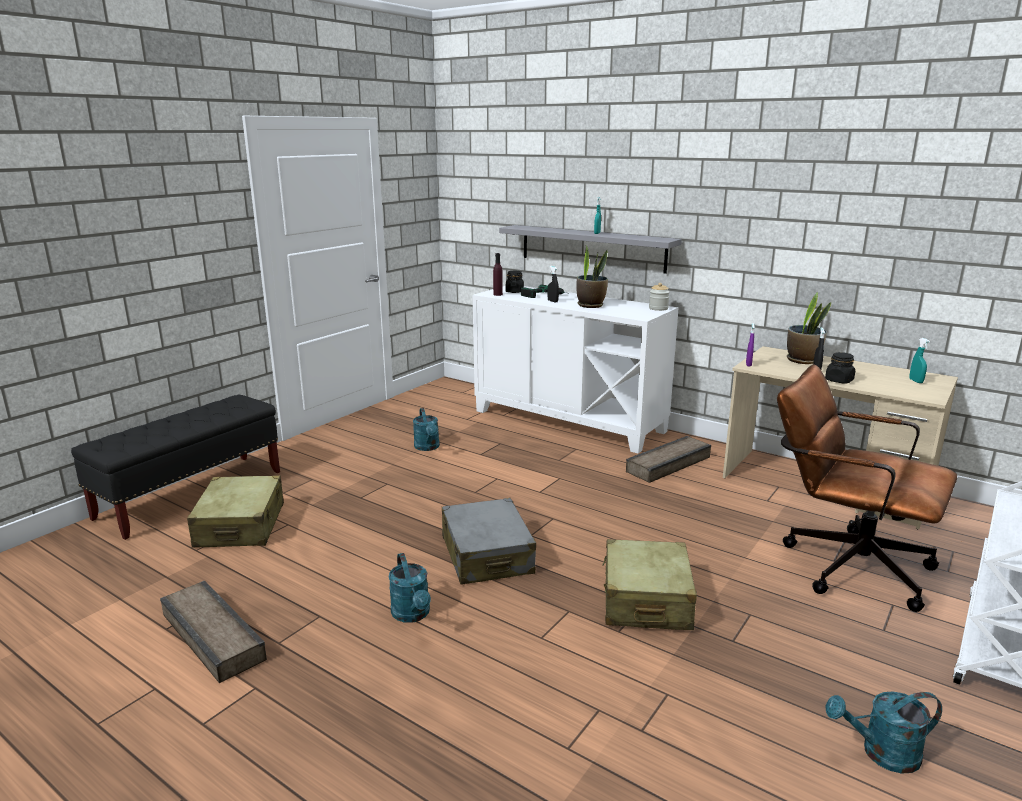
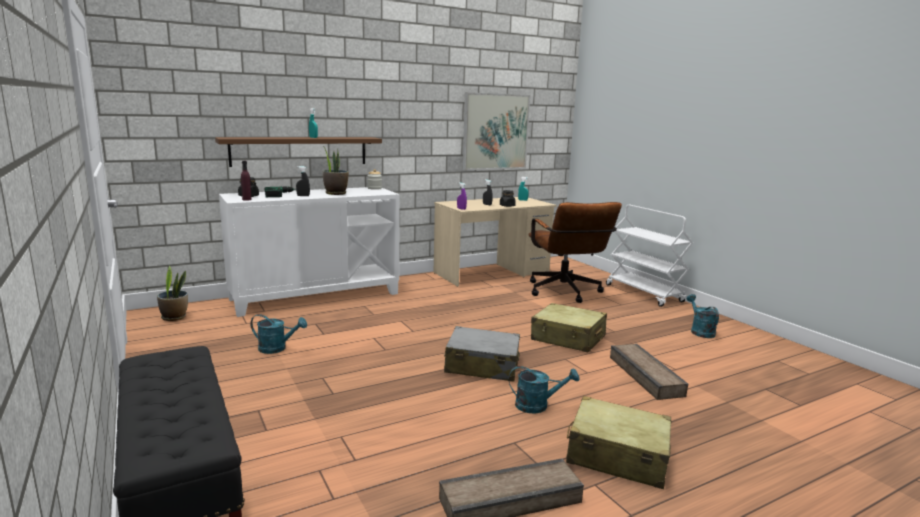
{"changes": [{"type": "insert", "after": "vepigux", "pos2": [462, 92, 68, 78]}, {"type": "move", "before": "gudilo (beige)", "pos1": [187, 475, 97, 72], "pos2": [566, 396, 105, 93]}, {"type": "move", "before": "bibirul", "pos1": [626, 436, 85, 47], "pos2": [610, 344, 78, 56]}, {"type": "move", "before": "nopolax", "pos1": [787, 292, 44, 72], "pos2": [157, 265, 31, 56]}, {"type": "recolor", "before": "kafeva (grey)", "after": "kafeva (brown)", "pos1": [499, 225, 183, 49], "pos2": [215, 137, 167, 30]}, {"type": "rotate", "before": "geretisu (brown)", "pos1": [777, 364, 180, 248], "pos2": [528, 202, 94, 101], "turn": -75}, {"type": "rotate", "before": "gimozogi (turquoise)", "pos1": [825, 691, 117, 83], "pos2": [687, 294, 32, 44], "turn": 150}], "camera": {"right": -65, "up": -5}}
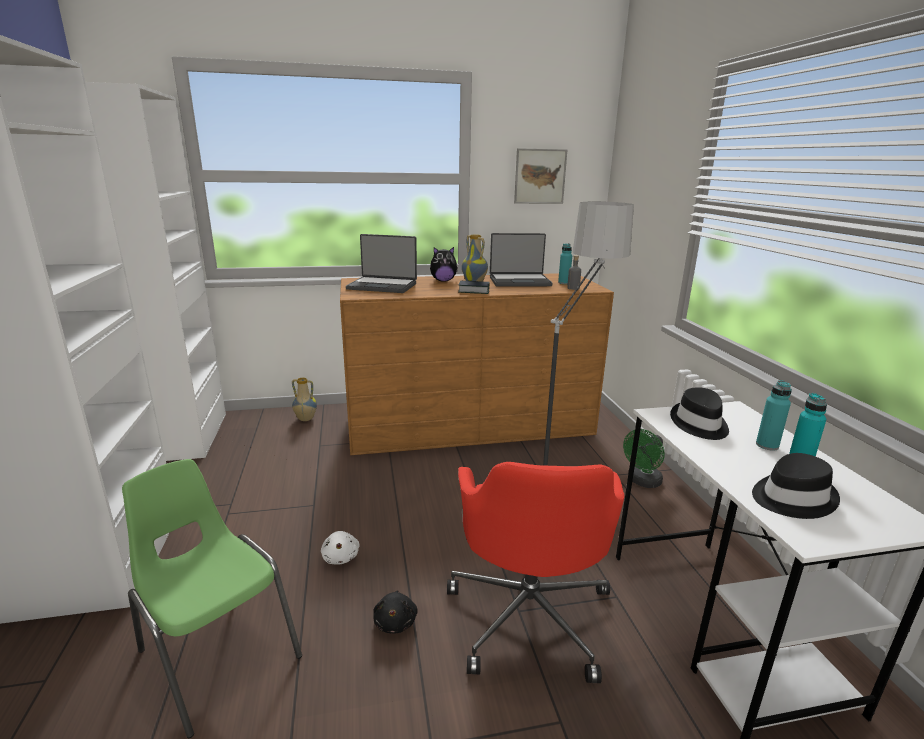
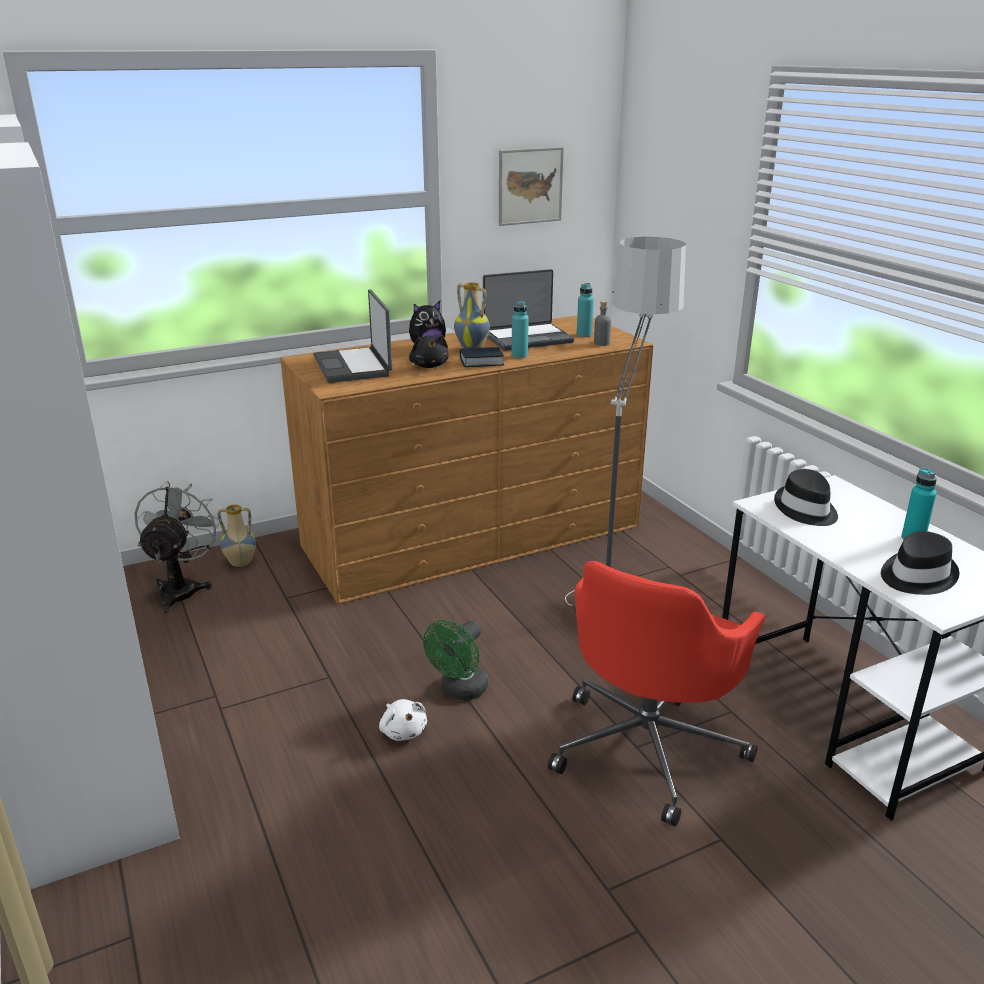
{"changes": [{"type": "delete", "before": "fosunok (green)", "pos1": [122, 459, 180, 279]}, {"type": "insert", "after": "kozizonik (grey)", "pos2": [134, 481, 88, 132]}, {"type": "move", "before": "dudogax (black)", "pos1": [373, 590, 45, 44], "pos2": [409, 335, 40, 33]}, {"type": "move", "before": "kozizonik (green)", "pos1": [623, 429, 42, 59], "pos2": [423, 620, 65, 81]}, {"type": "move", "before": "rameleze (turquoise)", "pos1": [756, 380, 36, 71], "pos2": [511, 301, 18, 58]}, {"type": "rotate", "before": "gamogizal", "pos1": [346, 234, 71, 59], "pos2": [313, 289, 79, 94], "turn": 75}, {"type": "rotate", "before": "geretisu (red)", "pos1": [447, 462, 177, 221], "pos2": [548, 561, 218, 266], "turn": 45}], "camera": {"right": -15, "up": 5}}
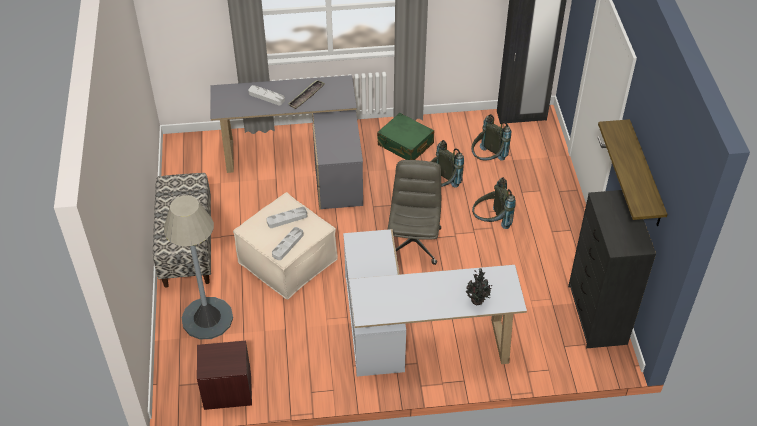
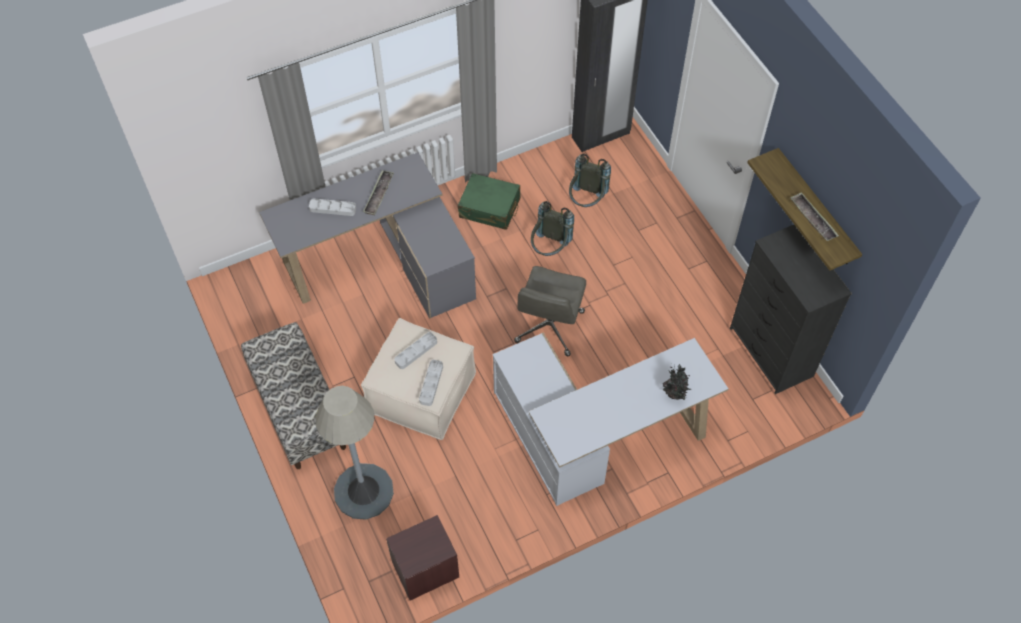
{"changes": [{"type": "delete", "before": "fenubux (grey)", "pos1": [472, 177, 44, 52]}, {"type": "insert", "after": "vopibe", "pos2": [790, 192, 49, 49]}, {"type": "rotate", "before": "geretisu (grey)", "pos1": [387, 160, 54, 105], "pos2": [514, 266, 72, 91], "turn": -150}], "camera": {"right": -20, "up": 10}}
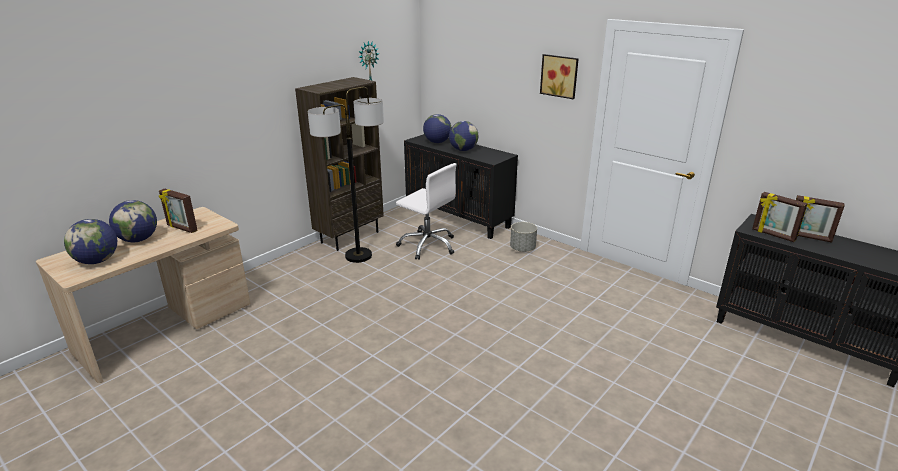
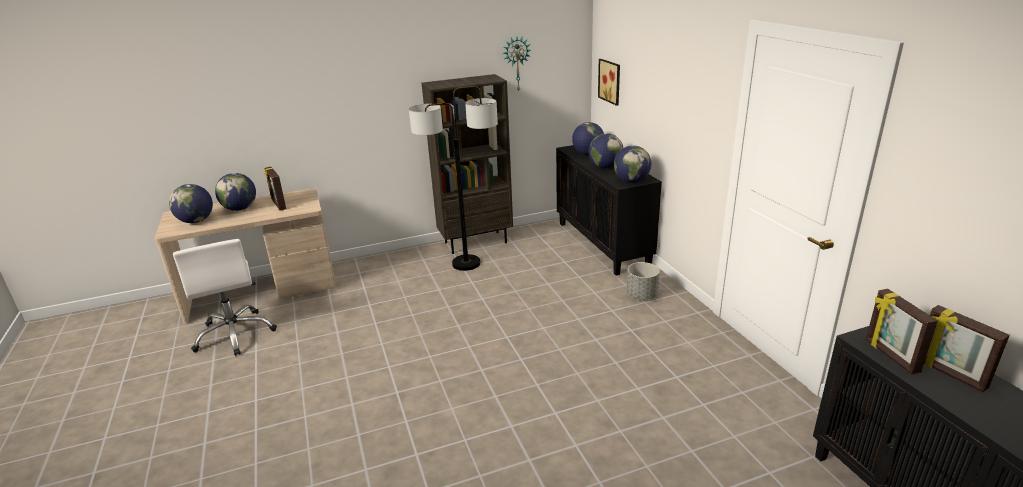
{"changes": [{"type": "insert", "after": "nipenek", "pos2": [614, 145, 37, 38]}, {"type": "move", "before": "geretisu (white)", "pos1": [396, 163, 60, 97], "pos2": [173, 239, 104, 117]}, {"type": "move", "before": "vepigux", "pos1": [540, 54, 39, 45], "pos2": [598, 59, 22, 47]}], "camera": {"right": 30, "up": 0}}
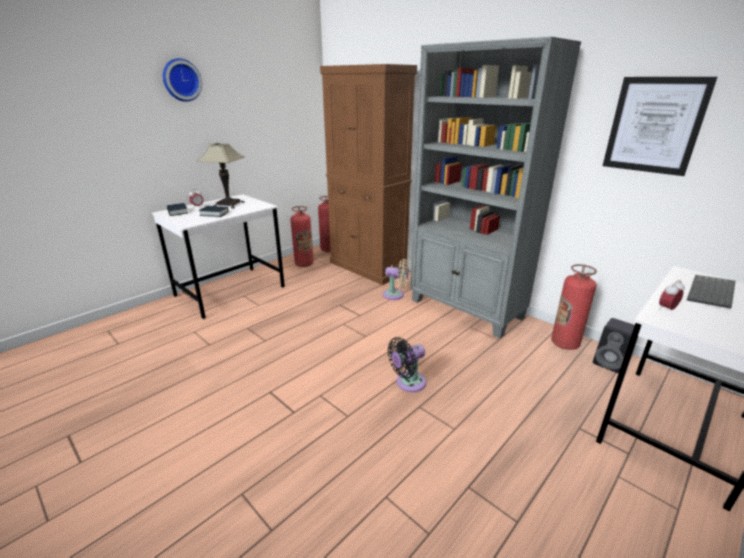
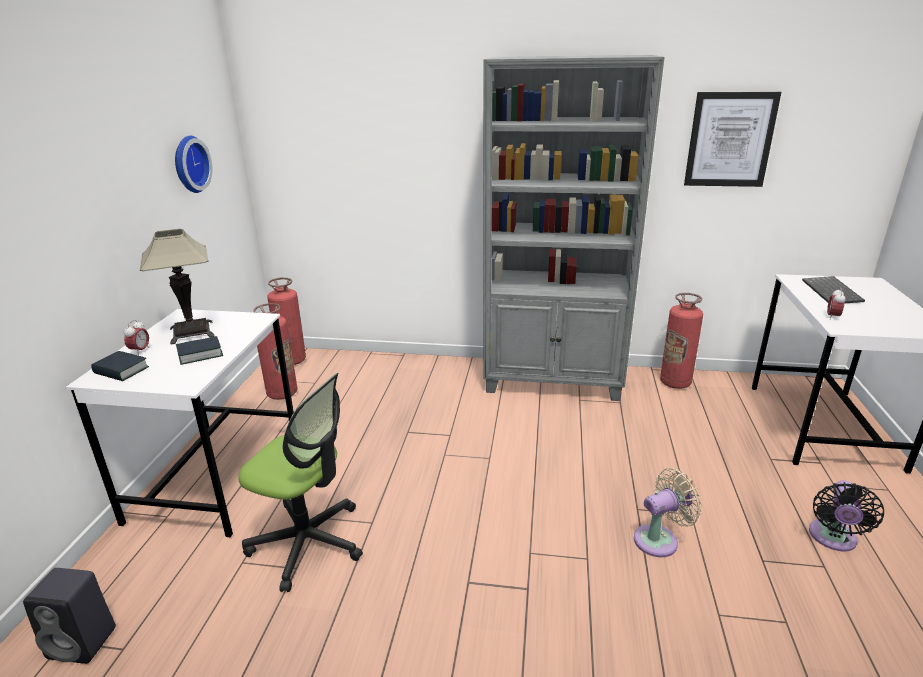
{"changes": [{"type": "delete", "before": "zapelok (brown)", "pos1": [320, 64, 97, 221]}, {"type": "insert", "after": "geretisu", "pos2": [238, 373, 125, 219]}, {"type": "move", "before": "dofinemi", "pos1": [163, 58, 39, 44], "pos2": [175, 136, 37, 57]}, {"type": "move", "before": "kozizonik (beige)", "pos1": [383, 259, 26, 41], "pos2": [634, 468, 68, 89]}, {"type": "move", "before": "kozizonik (black)", "pos1": [388, 337, 38, 55], "pos2": [809, 481, 75, 71]}, {"type": "move", "before": "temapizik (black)", "pos1": [593, 318, 42, 56], "pos2": [23, 568, 93, 96]}], "camera": {"right": -35, "up": 0}}
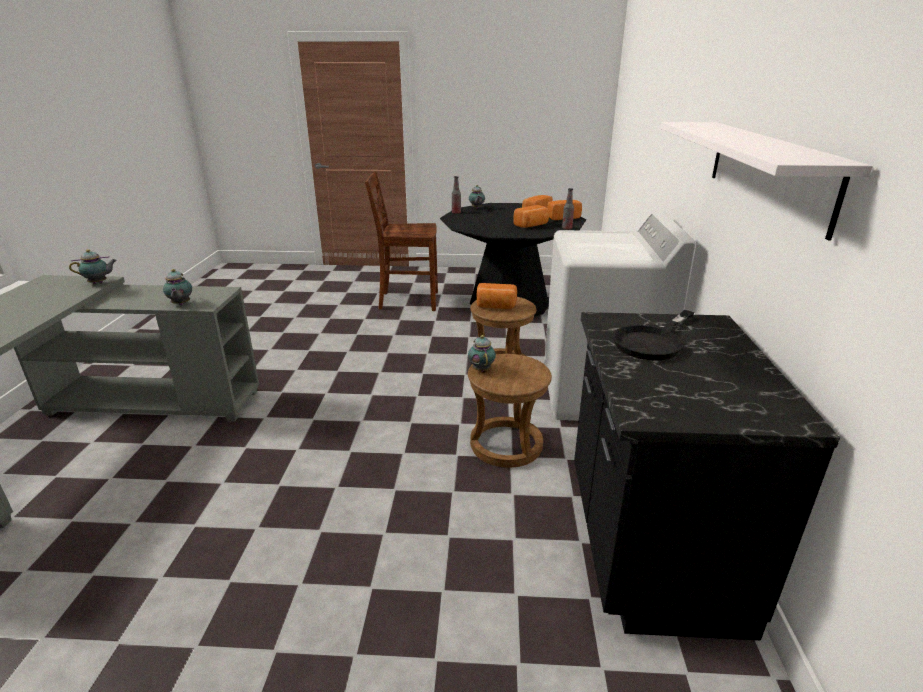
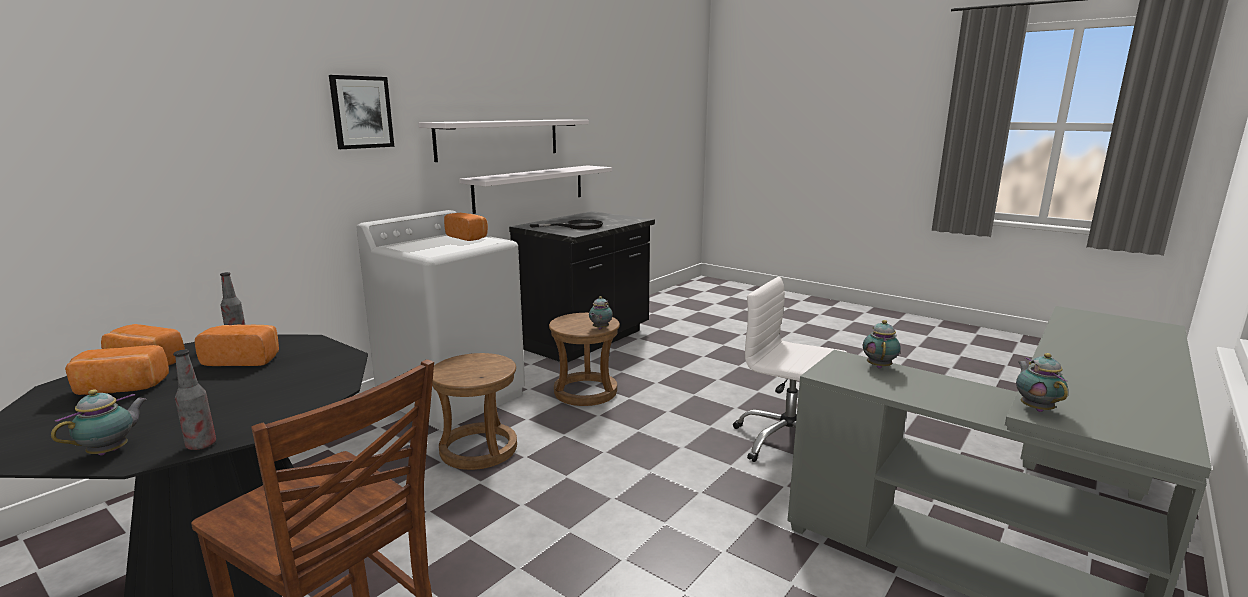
{"changes": [{"type": "insert", "after": "vepigux", "pos2": [329, 75, 65, 74]}, {"type": "insert", "after": "kafeva (white)", "pos2": [459, 165, 153, 49]}, {"type": "insert", "after": "geretisu (white)", "pos2": [733, 277, 114, 185]}, {"type": "move", "before": "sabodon", "pos1": [476, 283, 41, 26], "pos2": [444, 213, 44, 28]}, {"type": "rotate", "before": "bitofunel", "pos1": [69, 249, 48, 35], "pos2": [1016, 353, 52, 59], "turn": 75}], "camera": {"right": -145, "up": -10}}
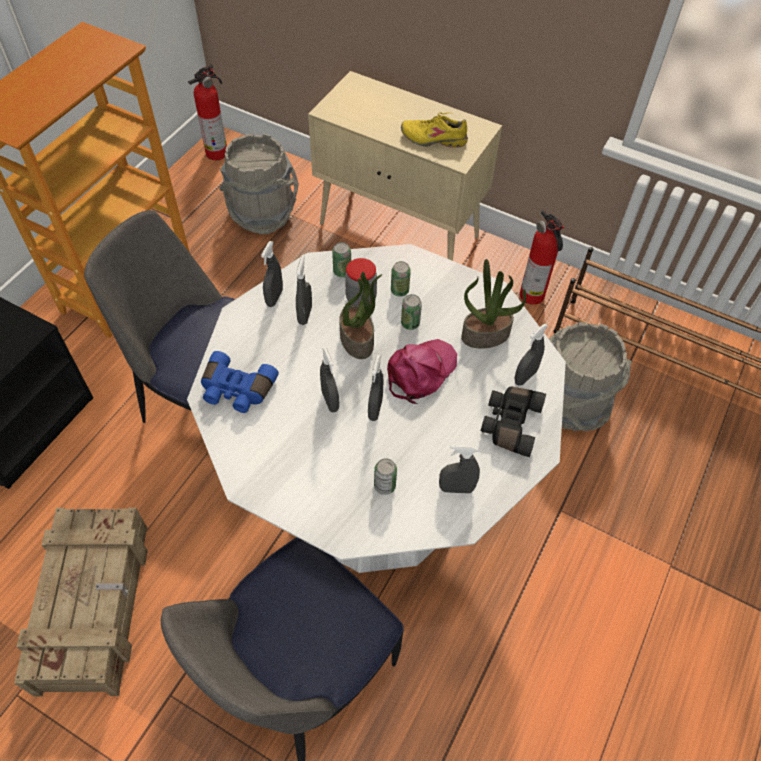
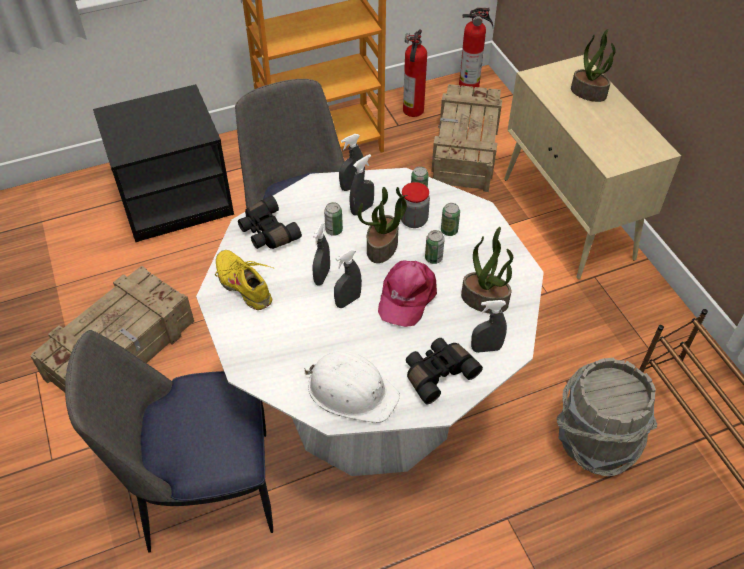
{"changes": [{"type": "insert", "after": "nopolax", "pos2": [571, 29, 45, 73]}, {"type": "move", "before": "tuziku", "pos1": [374, 458, 23, 37], "pos2": [324, 202, 19, 34]}, {"type": "move", "before": "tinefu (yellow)", "pos1": [401, 112, 67, 36], "pos2": [215, 250, 60, 60]}, {"type": "move", "before": "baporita", "pos1": [520, 210, 45, 95], "pos2": [403, 29, 24, 88]}, {"type": "replace", "before": "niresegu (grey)", "after": "bibirul", "pos1": [219, 133, 80, 101], "pos2": [431, 84, 71, 108]}, {"type": "replace", "before": "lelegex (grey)", "after": "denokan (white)", "pos1": [439, 445, 41, 49], "pos2": [304, 351, 96, 72]}, {"type": "recolor", "before": "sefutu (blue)", "after": "sefutu (black)", "pos1": [201, 351, 78, 62], "pos2": [238, 196, 64, 53]}, {"type": "rotate", "before": "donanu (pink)", "pos1": [387, 339, 70, 65], "pos2": [378, 260, 59, 67], "turn": 120}], "camera": {"right": 40, "up": -5}}
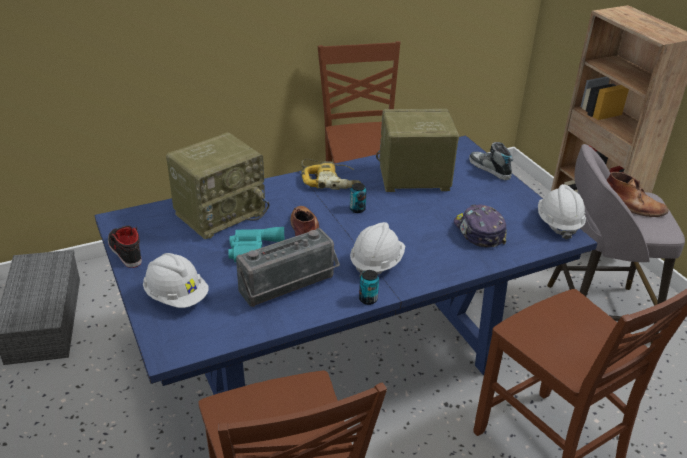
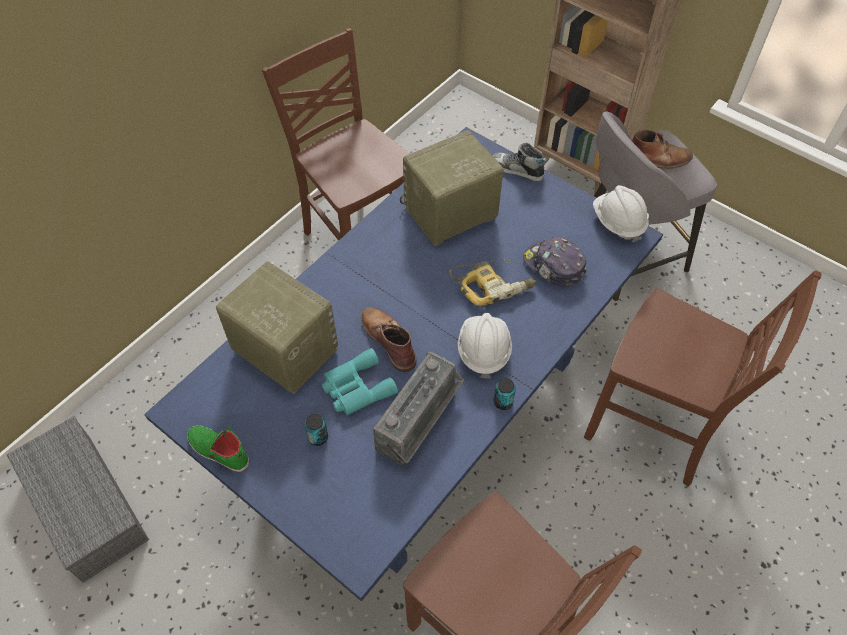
{"changes": [{"type": "delete", "before": "denokan (white)", "pos1": [143, 253, 66, 55]}, {"type": "move", "before": "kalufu", "pos1": [301, 158, 60, 32], "pos2": [449, 259, 87, 47]}, {"type": "move", "before": "tuziku", "pos1": [350, 183, 17, 30], "pos2": [305, 414, 23, 32]}, {"type": "recolor", "before": "tinefu (black)", "after": "tinefu (green)", "pos1": [108, 226, 34, 42], "pos2": [187, 425, 62, 47]}, {"type": "rotate", "before": "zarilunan", "pos1": [166, 132, 104, 107], "pos2": [216, 261, 122, 133], "turn": -75}], "camera": {"right": -25, "up": 20}}
